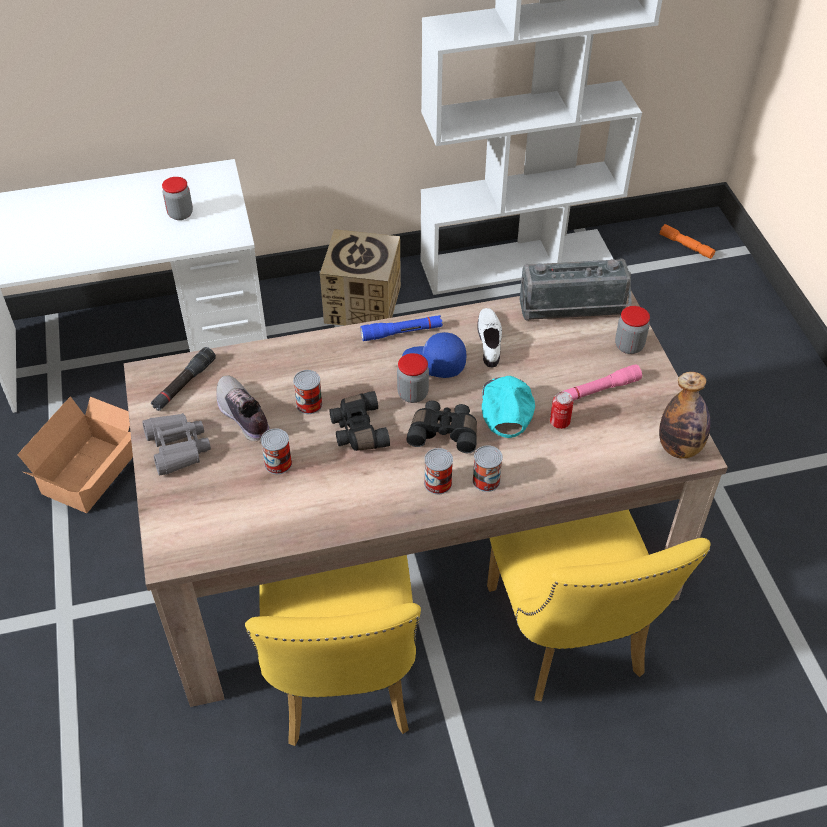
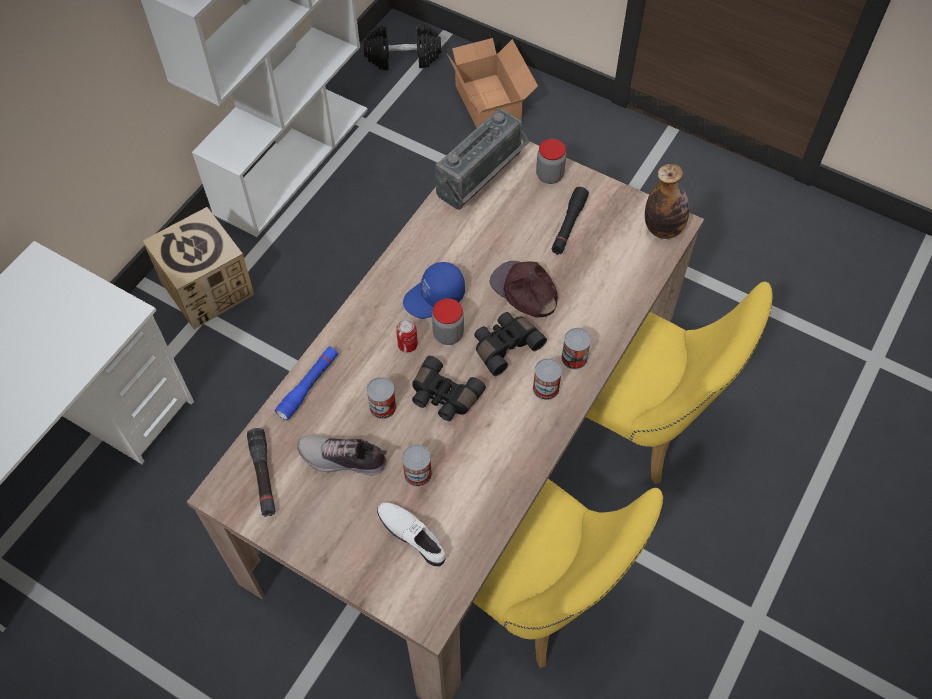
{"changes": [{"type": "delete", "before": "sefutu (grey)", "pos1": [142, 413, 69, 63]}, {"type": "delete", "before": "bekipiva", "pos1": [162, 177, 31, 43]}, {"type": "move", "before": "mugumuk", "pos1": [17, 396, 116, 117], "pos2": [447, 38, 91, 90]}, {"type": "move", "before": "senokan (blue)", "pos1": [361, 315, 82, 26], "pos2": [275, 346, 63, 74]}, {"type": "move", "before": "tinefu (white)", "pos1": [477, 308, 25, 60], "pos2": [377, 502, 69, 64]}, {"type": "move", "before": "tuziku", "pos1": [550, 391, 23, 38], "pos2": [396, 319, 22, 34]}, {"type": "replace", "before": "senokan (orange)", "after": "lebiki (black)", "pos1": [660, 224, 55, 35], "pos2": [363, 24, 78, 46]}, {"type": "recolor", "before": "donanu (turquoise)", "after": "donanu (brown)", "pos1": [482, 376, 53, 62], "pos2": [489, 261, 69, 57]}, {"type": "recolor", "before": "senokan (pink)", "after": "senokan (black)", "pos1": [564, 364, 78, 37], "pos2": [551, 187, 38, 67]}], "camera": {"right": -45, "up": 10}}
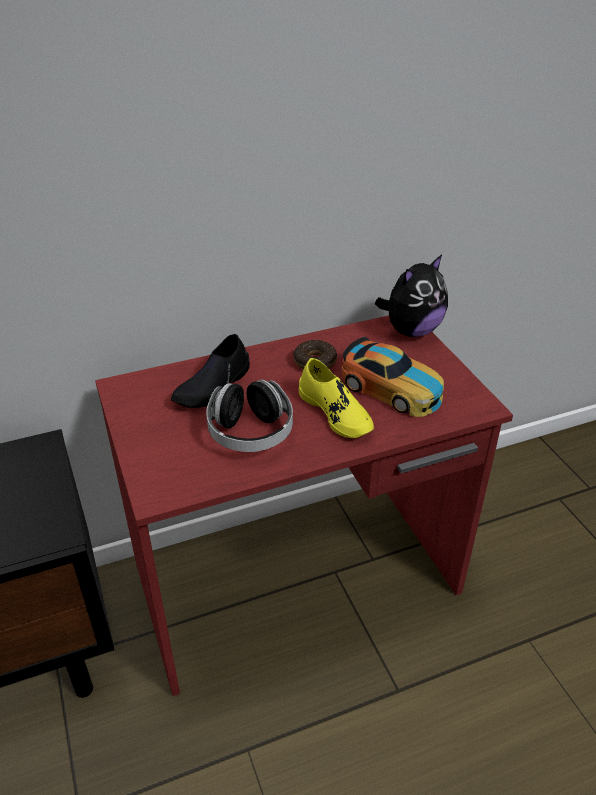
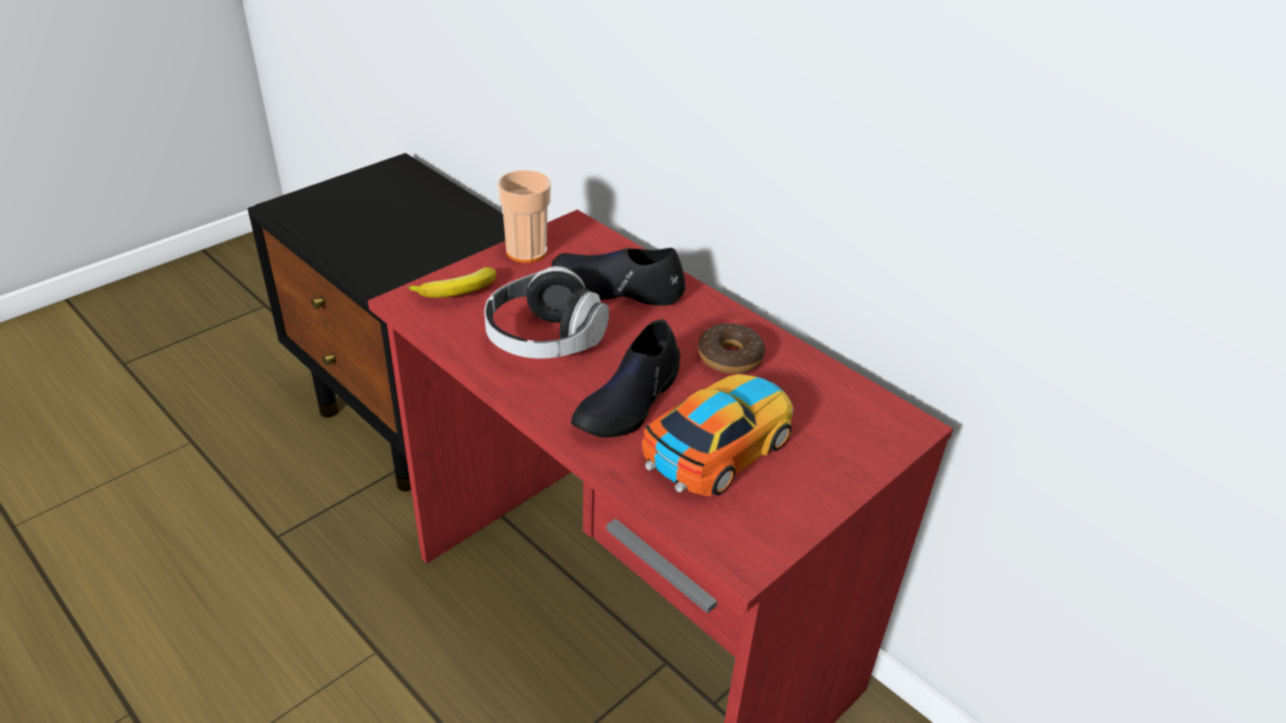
{"changes": [{"type": "delete", "before": "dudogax", "pos1": [375, 254, 73, 83]}, {"type": "insert", "after": "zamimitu", "pos2": [407, 267, 89, 31]}, {"type": "insert", "after": "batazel", "pos2": [498, 170, 53, 93]}, {"type": "recolor", "before": "tinefu (yellow)", "after": "tinefu (black)", "pos1": [299, 358, 75, 80], "pos2": [571, 319, 109, 118]}, {"type": "rotate", "before": "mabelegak", "pos1": [342, 337, 102, 80], "pos2": [642, 374, 151, 123], "turn": -150}], "camera": {"right": 65, "up": 0}}
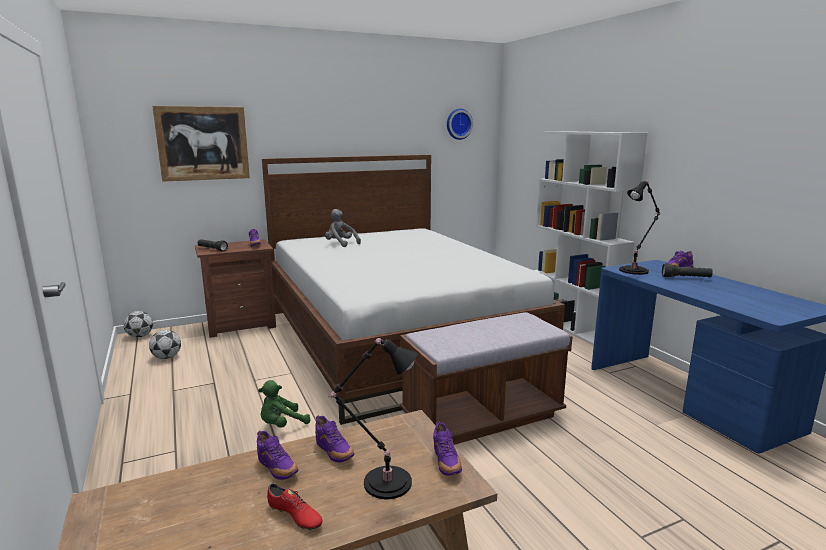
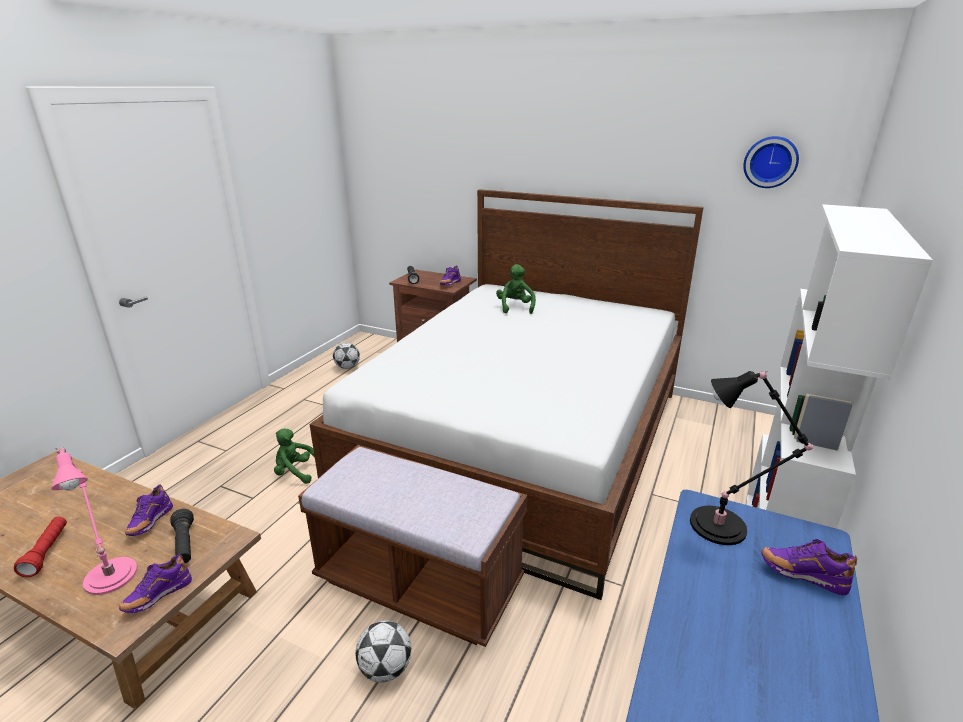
{"changes": [{"type": "delete", "before": "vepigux", "pos1": [152, 106, 98, 76]}, {"type": "delete", "before": "tinefu (purple)", "pos1": [257, 431, 42, 49]}, {"type": "move", "before": "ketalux", "pos1": [123, 311, 30, 26], "pos2": [355, 620, 56, 63]}, {"type": "move", "before": "senokan (black)", "pos1": [662, 263, 51, 14], "pos2": [170, 509, 24, 54]}, {"type": "replace", "before": "tinefu (red)", "after": "senokan (red)", "pos1": [267, 483, 55, 48], "pos2": [14, 517, 53, 60]}, {"type": "recolor", "before": "dudogax (grey)", "after": "dudogax (green)", "pos1": [325, 209, 36, 38], "pos2": [496, 264, 40, 50]}, {"type": "recolor", "before": "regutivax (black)", "after": "regutivax (pink)", "pos1": [328, 338, 90, 161], "pos2": [51, 447, 86, 148]}], "camera": {"right": 50, "up": 10}}
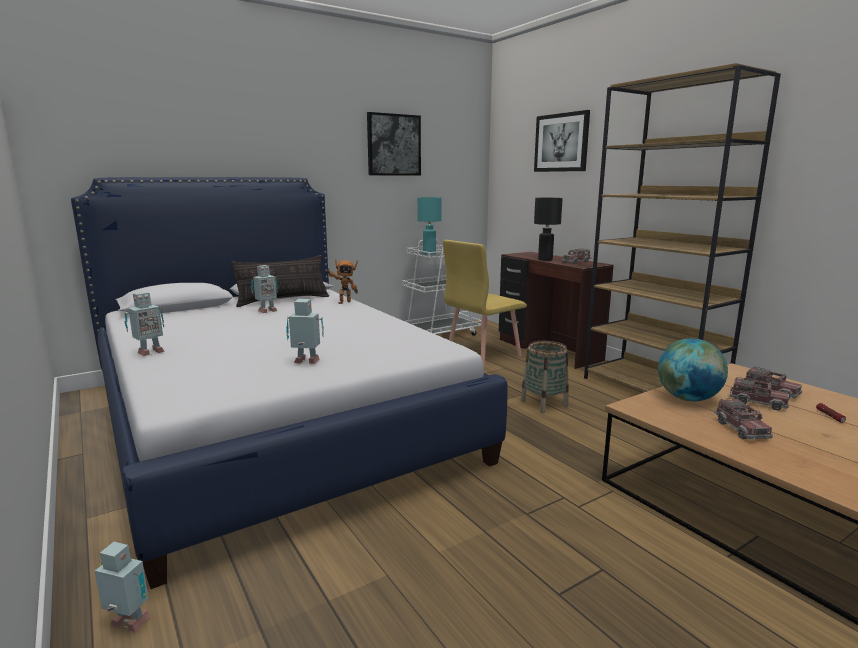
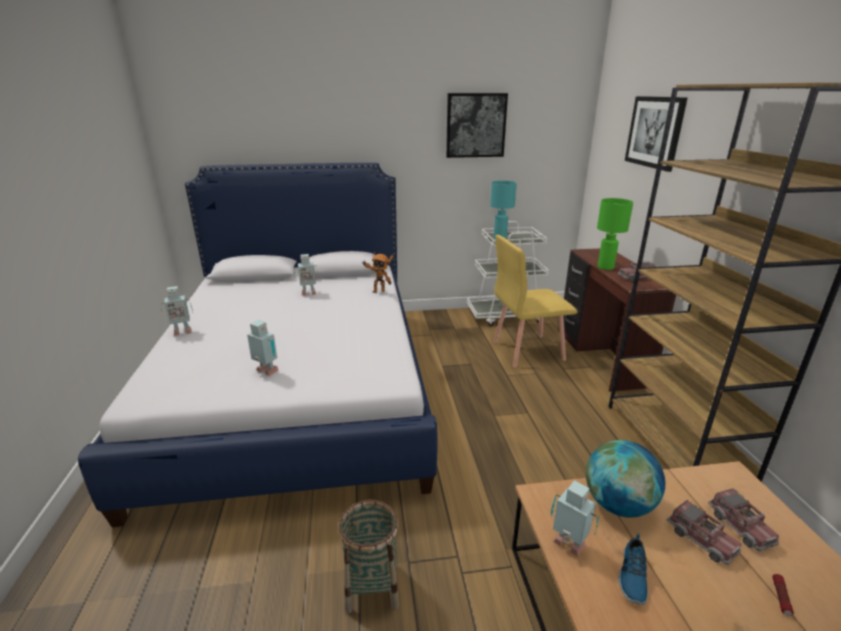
{"changes": [{"type": "delete", "before": "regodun", "pos1": [231, 255, 98, 52]}, {"type": "move", "before": "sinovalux", "pos1": [95, 542, 56, 90], "pos2": [551, 480, 49, 76]}, {"type": "move", "before": "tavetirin", "pos1": [521, 341, 48, 72], "pos2": [338, 500, 61, 113]}, {"type": "replace", "before": "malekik", "after": "tinefu", "pos1": [714, 398, 59, 41], "pos2": [618, 533, 30, 72]}, {"type": "recolor", "before": "regutivax (black)", "after": "regutivax (green)", "pos1": [534, 198, 29, 63], "pos2": [597, 198, 36, 72]}], "camera": {"right": 25, "up": 10}}
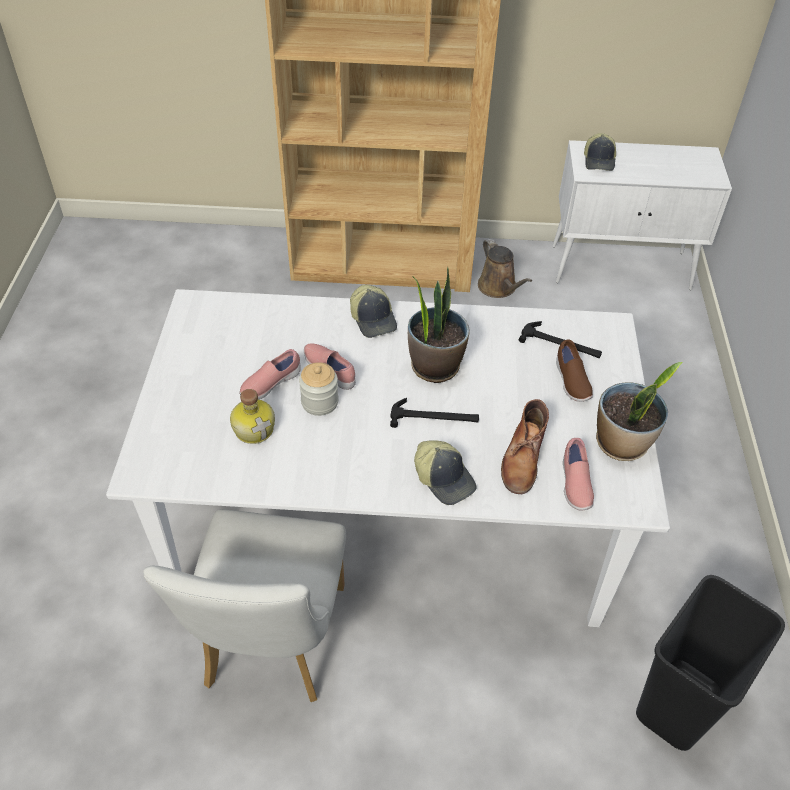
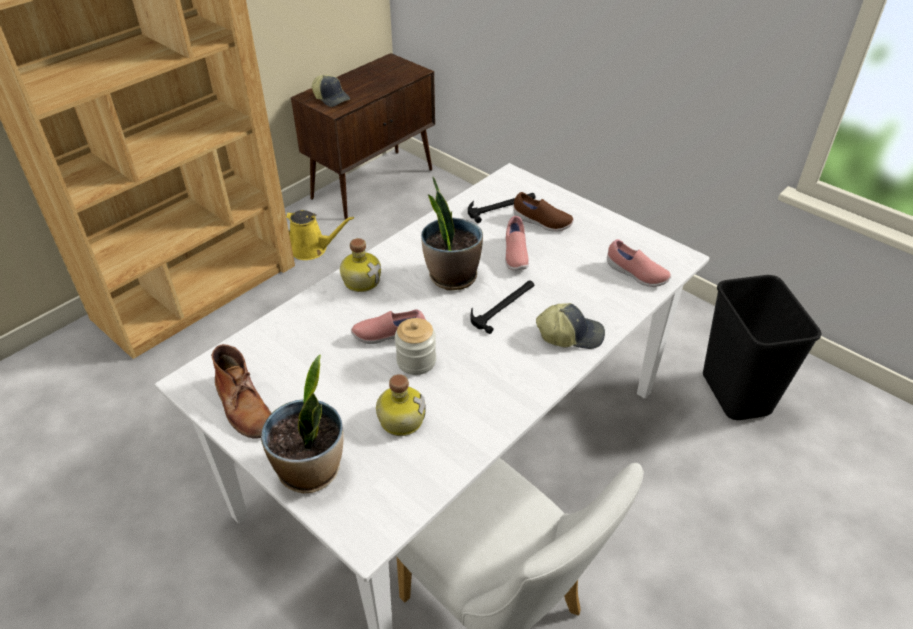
{"changes": [{"type": "move", "before": "tinefu (pink)", "pos1": [239, 349, 62, 50], "pos2": [505, 216, 24, 55]}, {"type": "move", "before": "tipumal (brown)", "pos1": [501, 399, 48, 95], "pos2": [211, 344, 60, 94]}, {"type": "move", "before": "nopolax", "pos1": [596, 362, 87, 99], "pos2": [261, 354, 82, 139]}, {"type": "replace", "before": "donanu", "after": "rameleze", "pos1": [350, 285, 47, 53], "pos2": [340, 238, 41, 54]}, {"type": "recolor", "before": "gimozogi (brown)", "after": "gimozogi (yellow)", "pos1": [478, 239, 54, 59], "pos2": [285, 210, 69, 50]}, {"type": "recolor", "before": "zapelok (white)", "after": "zapelok (brown)", "pos1": [552, 140, 180, 150], "pos2": [291, 53, 144, 167]}], "camera": {"right": -50, "up": -5}}
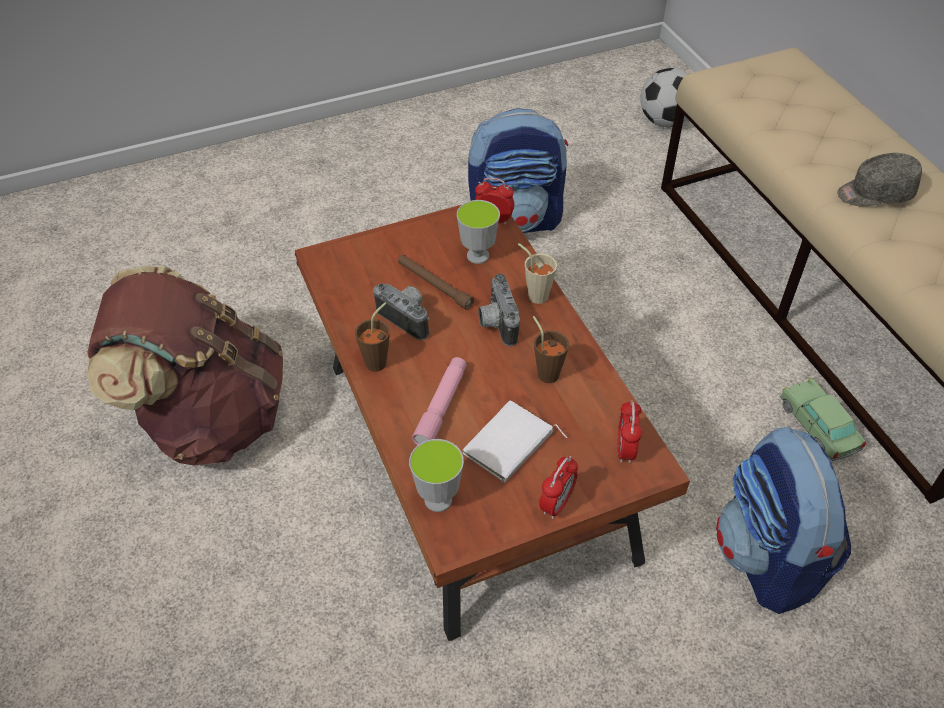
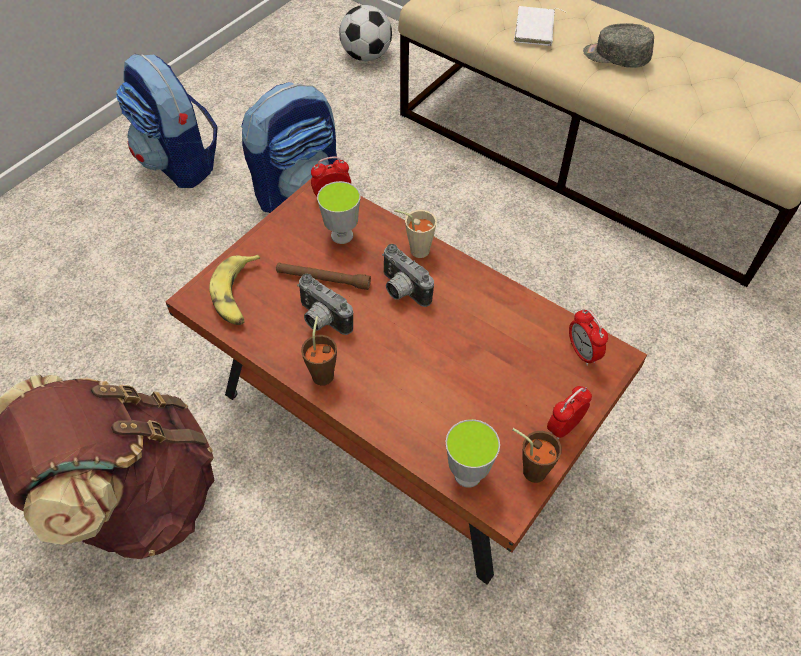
{"changes": [{"type": "delete", "before": "senokan (pink)", "pos1": [412, 357, 55, 88]}, {"type": "delete", "before": "mabelegak", "pos1": [779, 378, 87, 83]}, {"type": "insert", "after": "zamimitu", "pos2": [209, 255, 51, 70]}, {"type": "move", "before": "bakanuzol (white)", "pos1": [462, 400, 106, 83], "pos2": [514, 6, 53, 40]}, {"type": "move", "before": "batazel (brown)", "pos1": [533, 316, 36, 67], "pos2": [512, 428, 50, 55]}, {"type": "move", "before": "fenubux", "pos1": [716, 426, 135, 188], "pos2": [116, 53, 102, 135]}, {"type": "rotate", "before": "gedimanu", "pos1": [373, 283, 57, 57], "pos2": [297, 274, 56, 61], "turn": -150}, {"type": "rotate", "before": "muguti", "pos1": [539, 456, 39, 63], "pos2": [547, 386, 45, 54], "turn": -135}, {"type": "rotate", "before": "donanu (grey)", "pos1": [837, 153, 85, 54], "pos2": [583, 23, 71, 45], "turn": 60}], "camera": {"right": -30, "up": 5}}
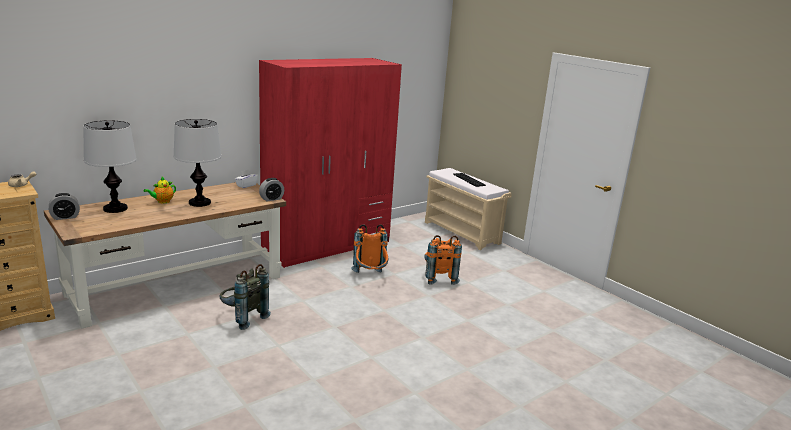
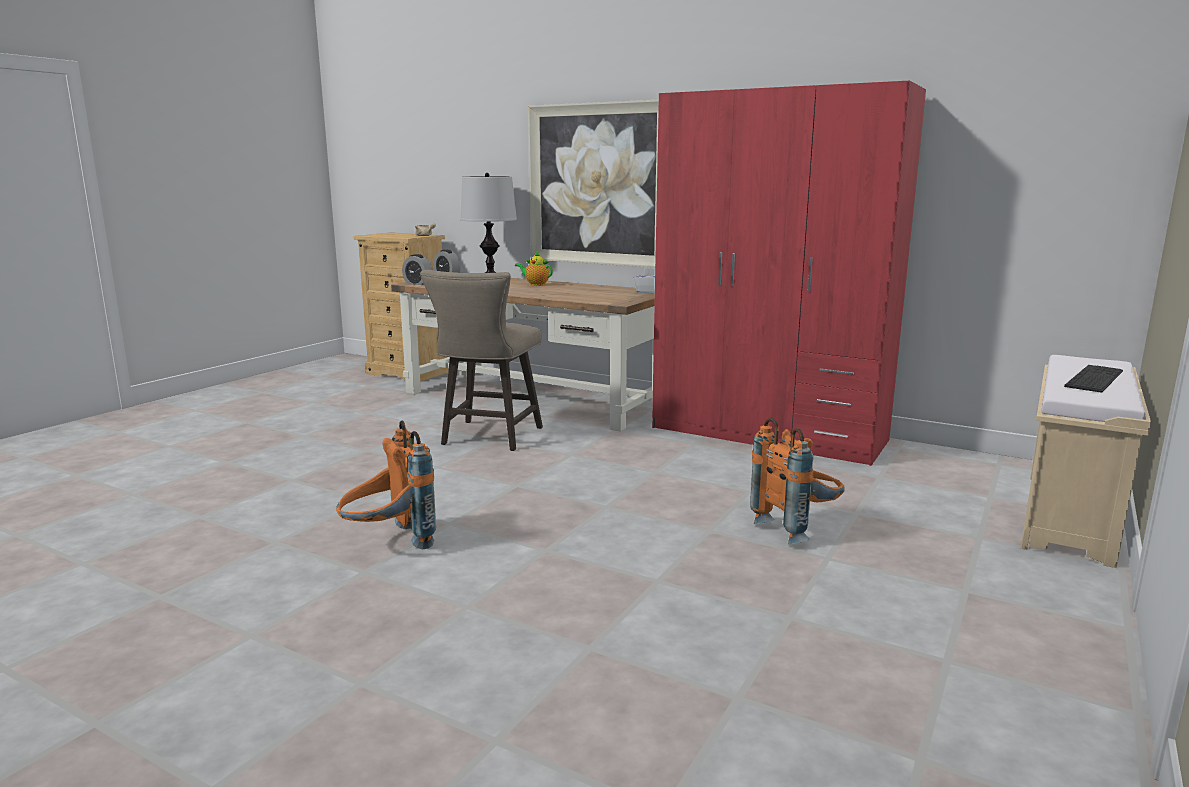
{"changes": [{"type": "delete", "before": "regutivax", "pos1": [173, 119, 48, 88]}, {"type": "insert", "after": "vepigux", "pos2": [528, 100, 131, 168]}, {"type": "move", "before": "muguti", "pos1": [259, 178, 25, 24], "pos2": [402, 254, 31, 31]}, {"type": "move", "before": "fenubux (orange)", "pos1": [351, 224, 37, 49], "pos2": [336, 421, 100, 128]}, {"type": "replace", "before": "fenubux (grey)", "after": "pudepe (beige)", "pos1": [219, 264, 52, 66], "pos2": [420, 270, 123, 181]}], "camera": {"right": 70, "up": -5}}
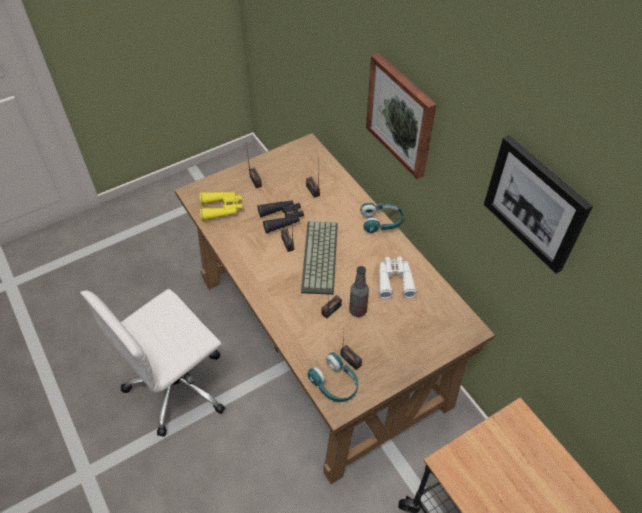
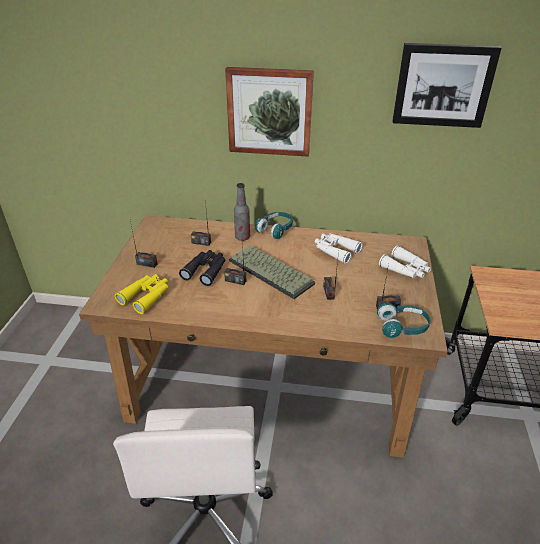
{"changes": [{"type": "insert", "after": "sefutu (white)", "pos2": [379, 245, 52, 33]}, {"type": "move", "before": "rameleze", "pos1": [349, 266, 20, 51], "pos2": [234, 183, 16, 58]}], "camera": {"right": -50, "up": -15}}
